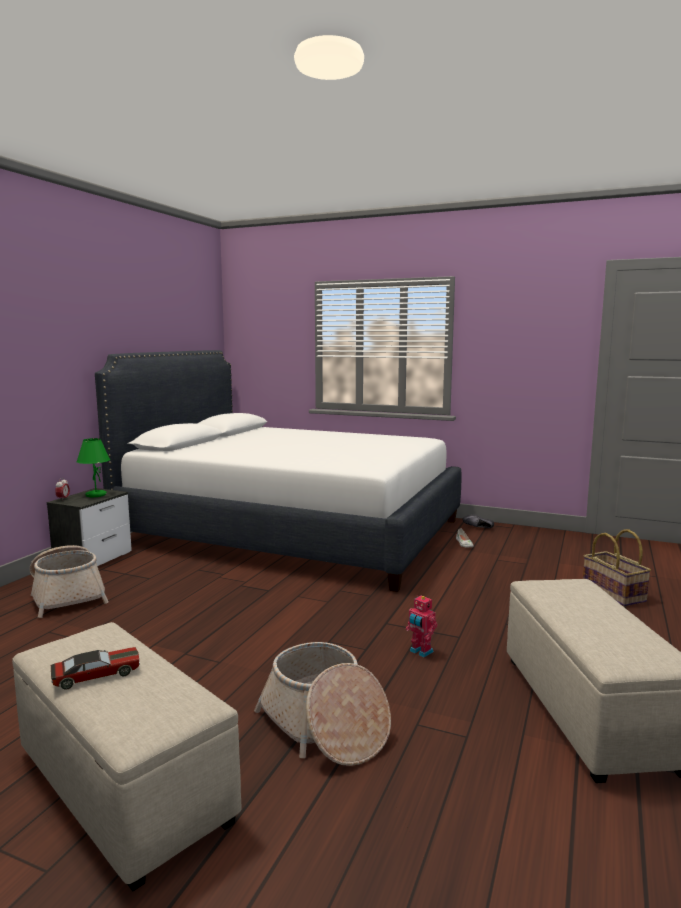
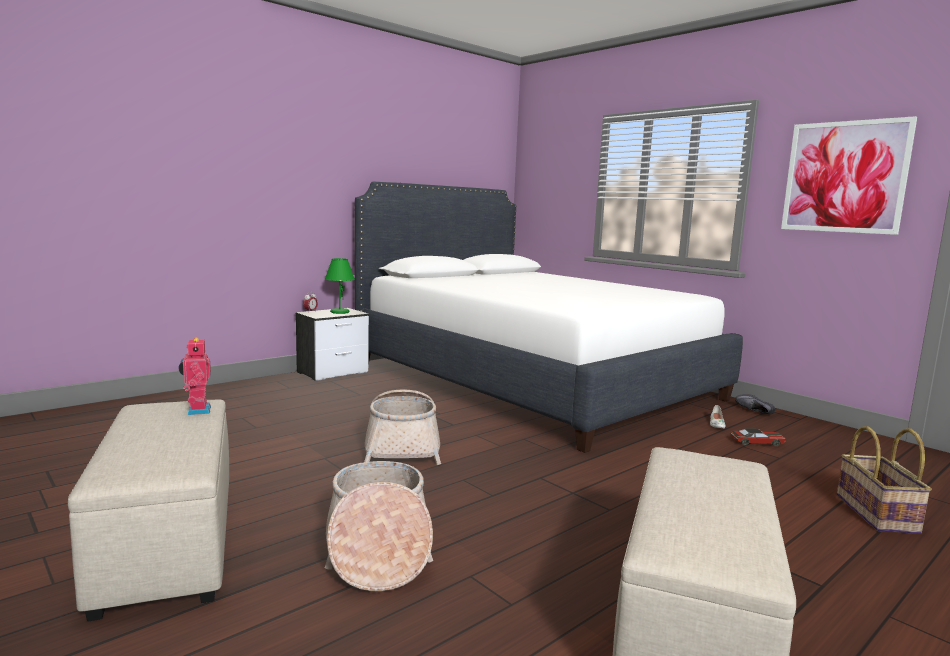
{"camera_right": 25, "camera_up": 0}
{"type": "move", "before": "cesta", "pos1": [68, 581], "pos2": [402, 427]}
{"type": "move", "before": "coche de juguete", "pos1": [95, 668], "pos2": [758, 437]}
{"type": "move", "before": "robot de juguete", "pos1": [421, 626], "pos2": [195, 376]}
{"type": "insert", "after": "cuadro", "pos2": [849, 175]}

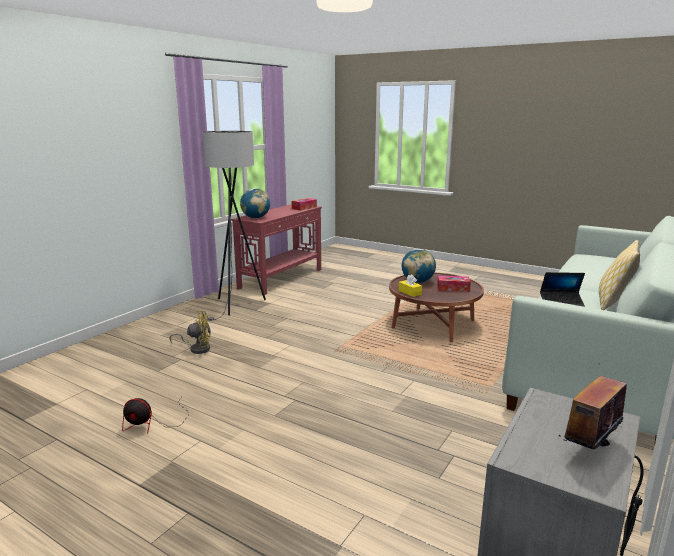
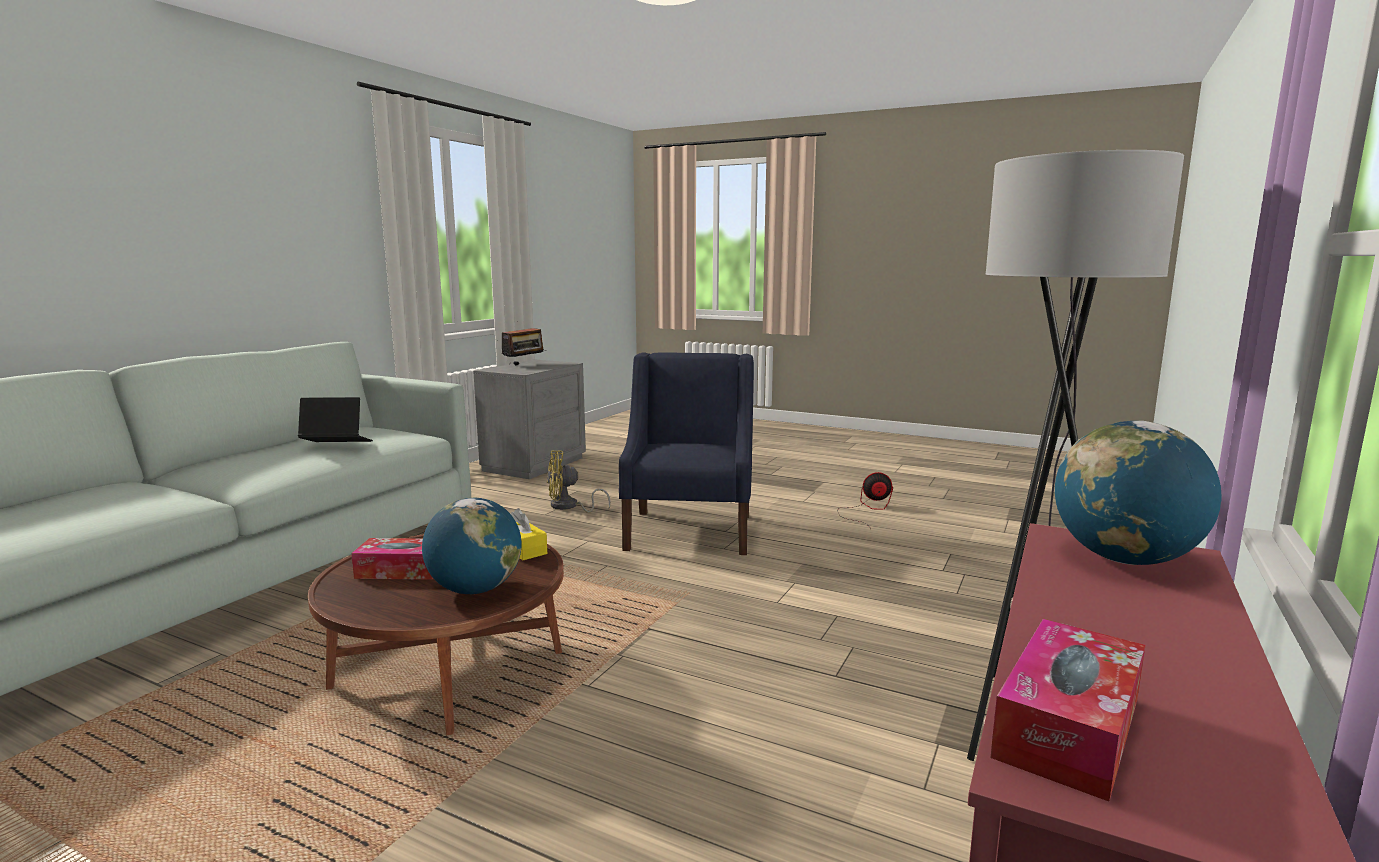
{"camera_right": 175, "camera_up": -5}
{"type": "move", "before": "ventilador/amarillo", "pos1": [190, 332], "pos2": [579, 482]}
{"type": "delete", "before": "cojín", "pos1": [619, 275]}
{"type": "insert", "after": "sillón/azul", "pos2": [686, 453]}

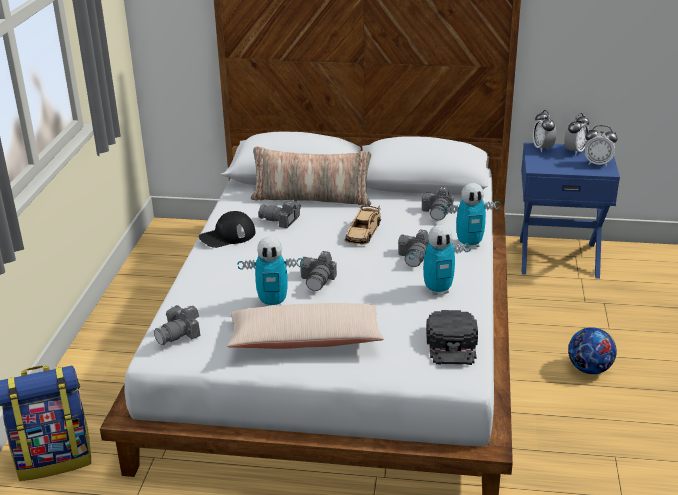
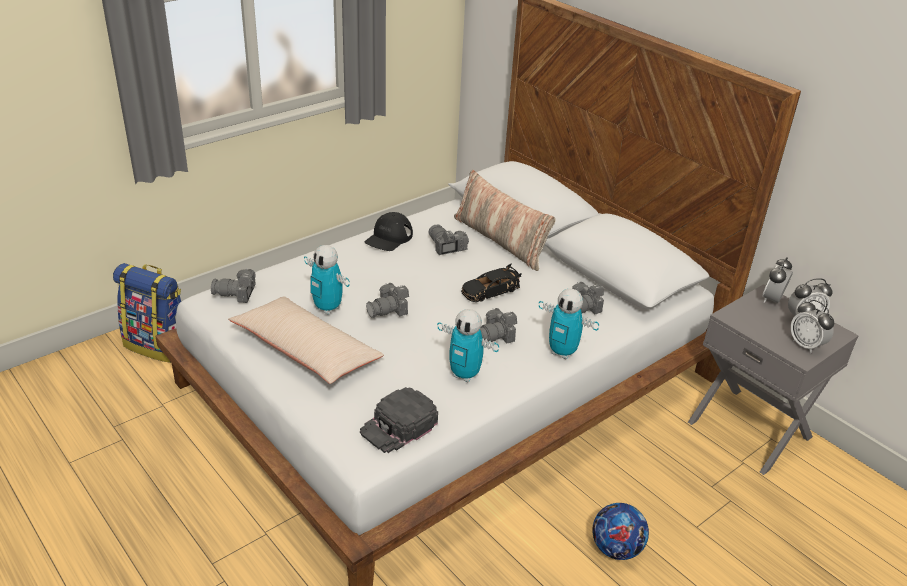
{"camera_right": 40, "camera_up": 5}
{"type": "rotate", "before": "gorra/negro", "pos1": [227, 229], "pos2": [389, 231], "turn": -75}
{"type": "recolor", "before": "coche de juguete/beis", "after": "coche de juguete/negro", "pos1": [363, 224], "pos2": [491, 283]}
{"type": "recolor", "before": "mesita de noche/azul", "after": "mesita de noche/gris", "pos1": [570, 210], "pos2": [773, 379]}

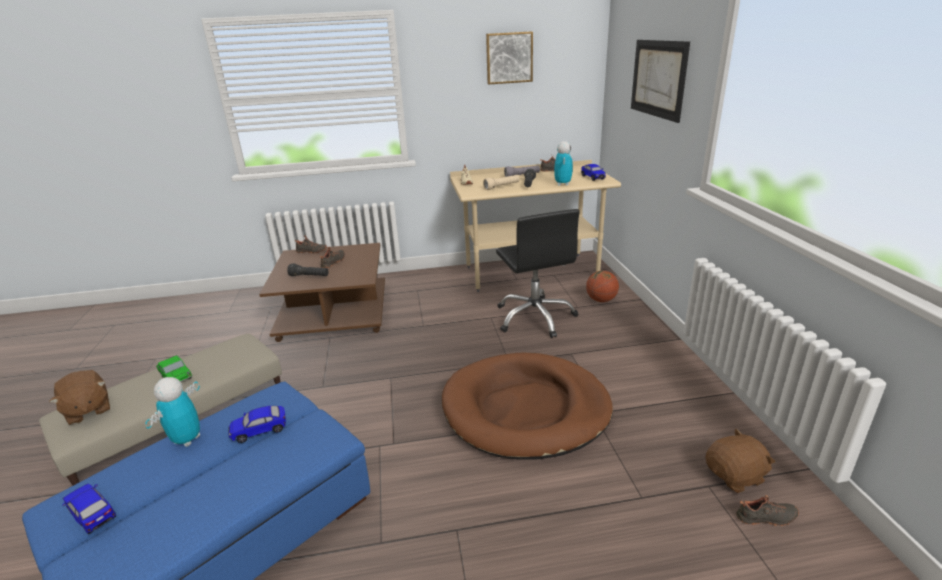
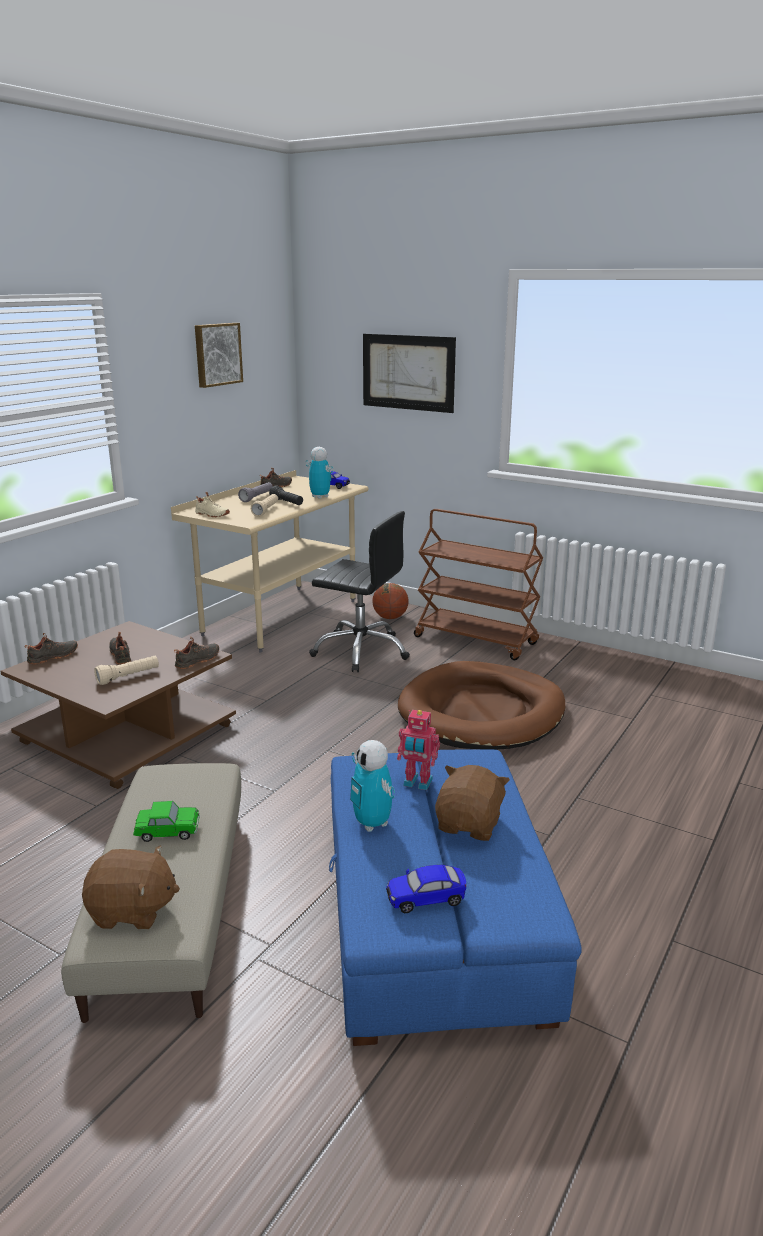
{"camera_right": -50, "camera_up": -5}
{"type": "replace", "before": "coche de juguete", "after": "robot de juguete", "pos1": [257, 424], "pos2": [418, 750]}
{"type": "recolor", "before": "linterna/negro", "after": "linterna/beis", "pos1": [308, 269], "pos2": [126, 670]}
{"type": "move", "before": "peluche/marrón", "pos1": [741, 461], "pos2": [472, 803]}
{"type": "move", "before": "zapato/negro", "pos1": [767, 510], "pos2": [196, 653]}
{"type": "insert", "after": "carrito/marrón", "pos2": [478, 584]}

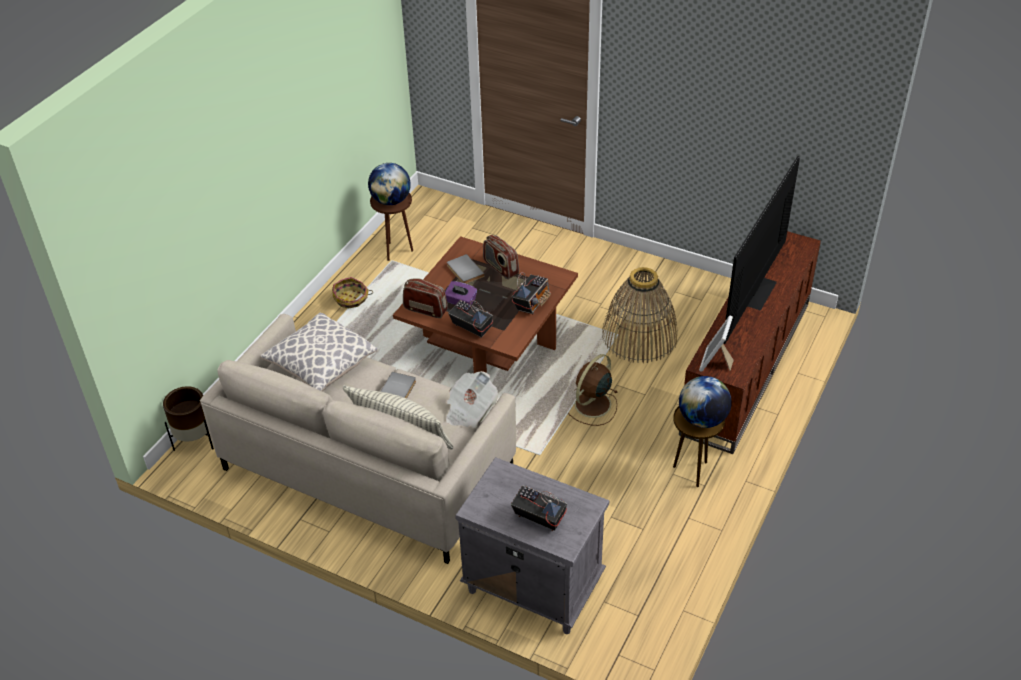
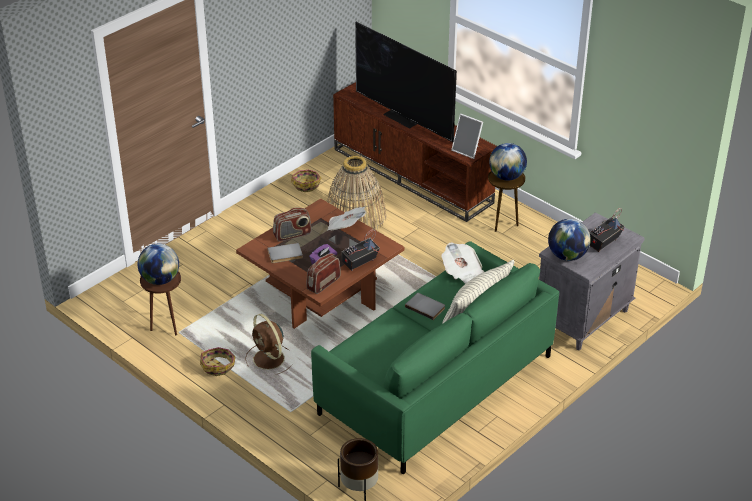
{"camera_right": -75, "camera_up": -5}
{"type": "recolor", "before": "sofá/beis", "after": "sofá/verde", "pos1": [358, 439], "pos2": [435, 358]}
{"type": "delete", "before": "cojín", "pos1": [319, 352]}
{"type": "replace", "before": "radio", "after": "periódico", "pos1": [531, 293], "pos2": [346, 219]}
{"type": "move", "before": "ventilador/marrón", "pos1": [592, 390], "pos2": [268, 344]}
{"type": "insert", "after": "cesta", "pos2": [306, 181]}
{"type": "insert", "after": "globo terráqueo", "pos2": [569, 240]}

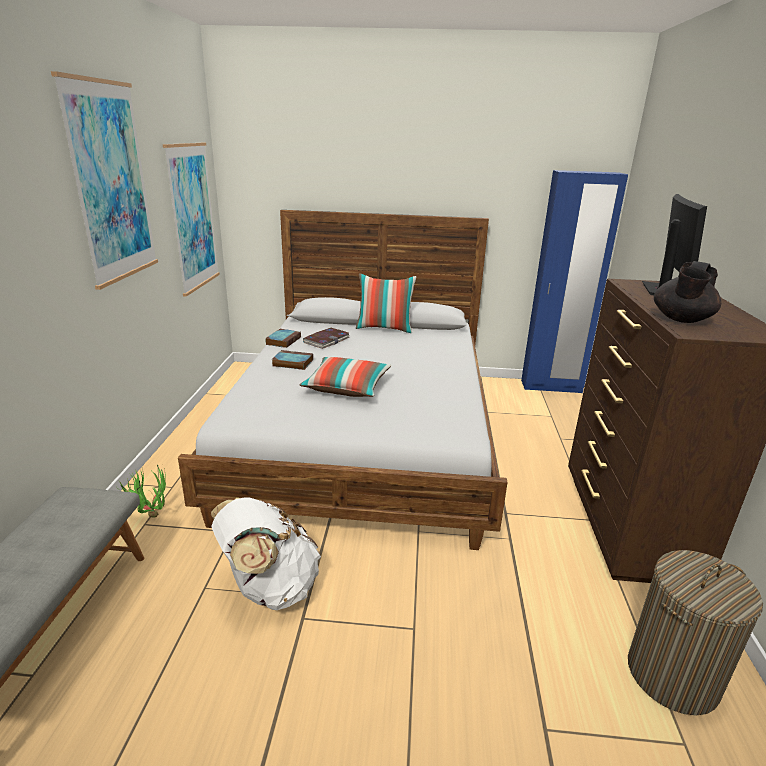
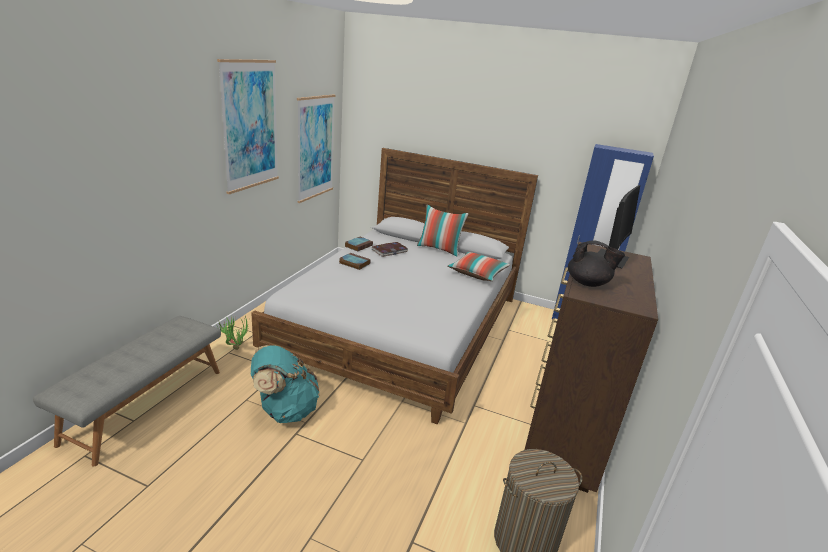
{"camera_right": 15, "camera_up": 0}
{"type": "recolor", "before": "mochila/blanco", "after": "mochila/turquesa", "pos1": [266, 554], "pos2": [285, 384]}
{"type": "move", "before": "cojín", "pos1": [345, 377], "pos2": [478, 266]}
{"type": "rotate", "before": "tetera/negro", "pos1": [687, 292], "pos2": [596, 263], "turn": -120}

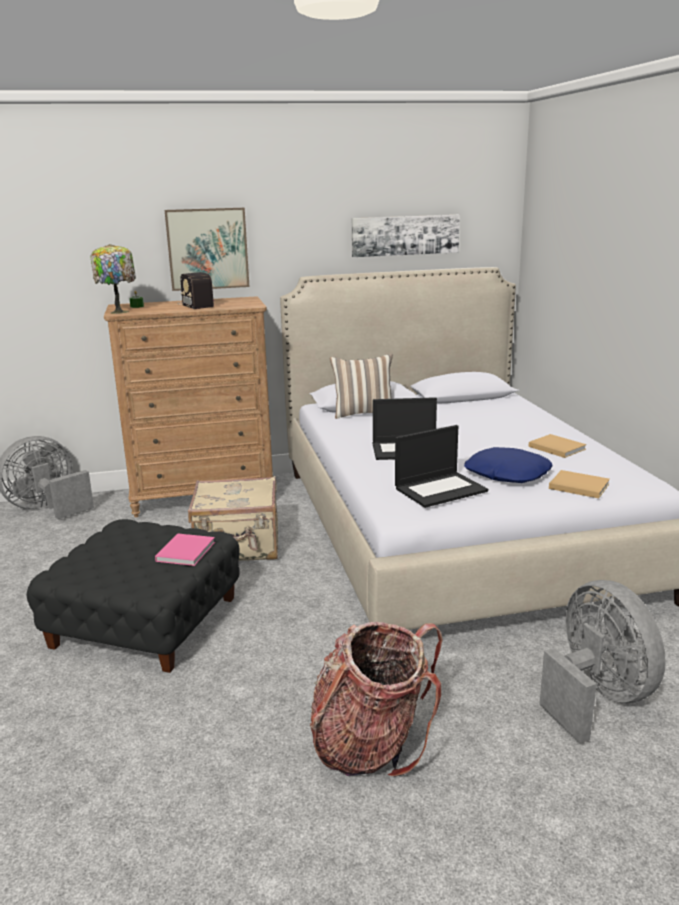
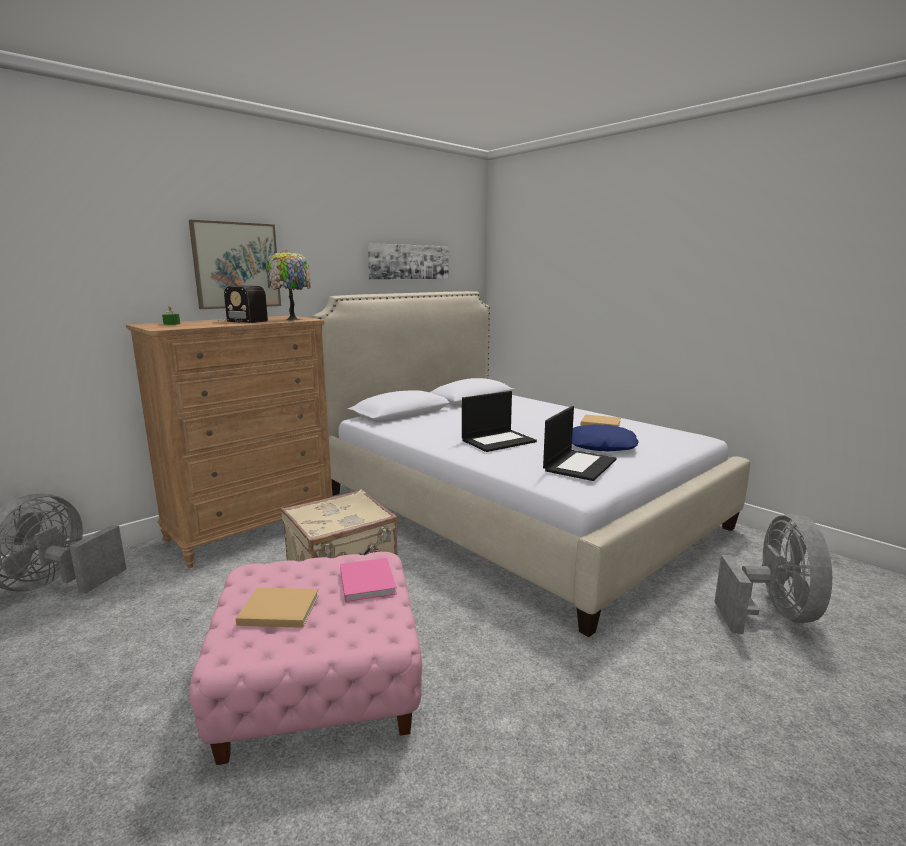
{"camera_right": -30, "camera_up": -5}
{"type": "recolor", "before": "puf/negro", "after": "puf/rosa", "pos1": [133, 596], "pos2": [306, 658]}
{"type": "move", "before": "lámpara de mesa", "pos1": [113, 279], "pos2": [288, 285]}
{"type": "delete", "before": "mochila", "pos1": [376, 699]}
{"type": "delete", "before": "cojín", "pos1": [361, 386]}
{"type": "rotate", "before": "ventilador/gris", "pos1": [602, 662], "pos2": [773, 574], "turn": 60}
{"type": "move", "before": "libro/beis", "pos1": [579, 484], "pos2": [277, 608]}

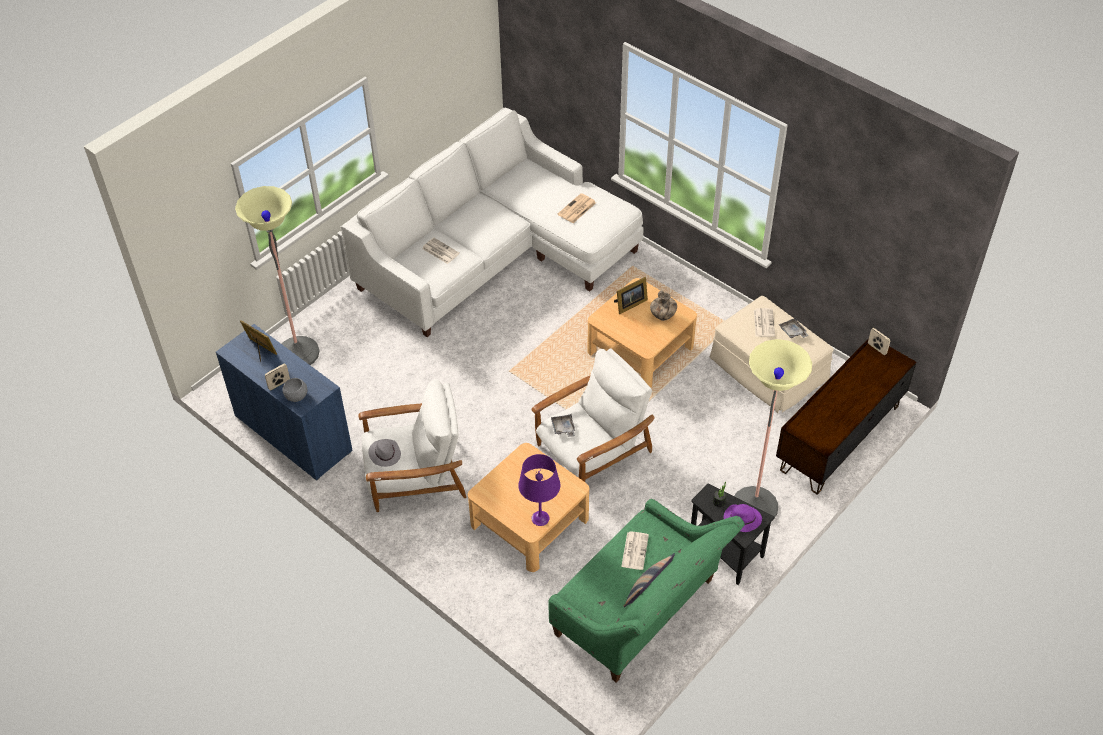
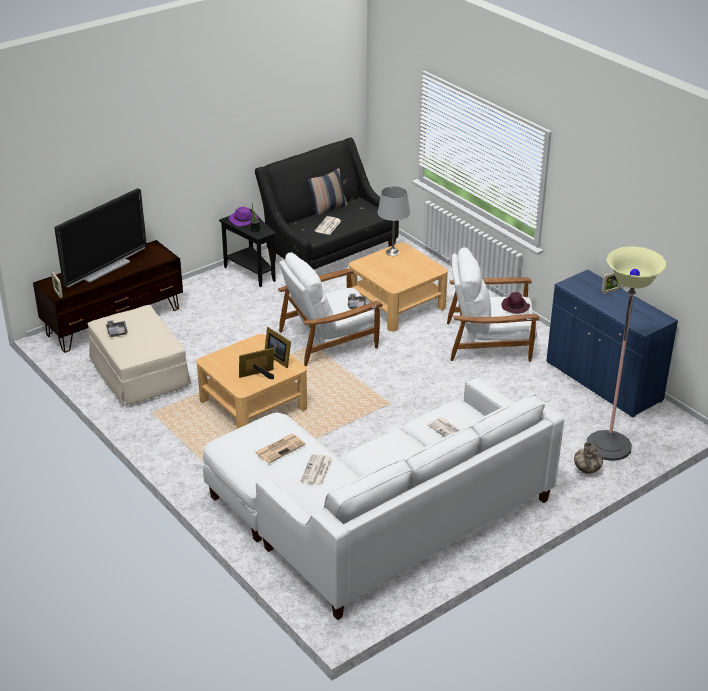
{"camera_right": -170, "camera_up": -15}
{"type": "move", "before": "portarretratos", "pos1": [258, 341], "pos2": [278, 347]}
{"type": "delete", "before": "cuenco/gris", "pos1": [294, 390]}
{"type": "recolor", "before": "sombrero/gris", "after": "sombrero/morado", "pos1": [384, 453], "pos2": [515, 303]}
{"type": "recolor", "before": "lámpara de mesa/morado", "after": "lámpara de mesa/gris", "pos1": [539, 490], "pos2": [393, 221]}
{"type": "recolor", "before": "sofá/verde", "after": "sofá/negro", "pos1": [646, 591], "pos2": [327, 203]}
{"type": "move", "before": "florero", "pos1": [663, 306], "pos2": [588, 458]}
{"type": "delete", "before": "lámpara de pie", "pos1": [773, 429]}
{"type": "move", "before": "periódico", "pos1": [764, 322], "pos2": [316, 469]}
{"type": "insert", "after": "televisor", "pos2": [100, 238]}

